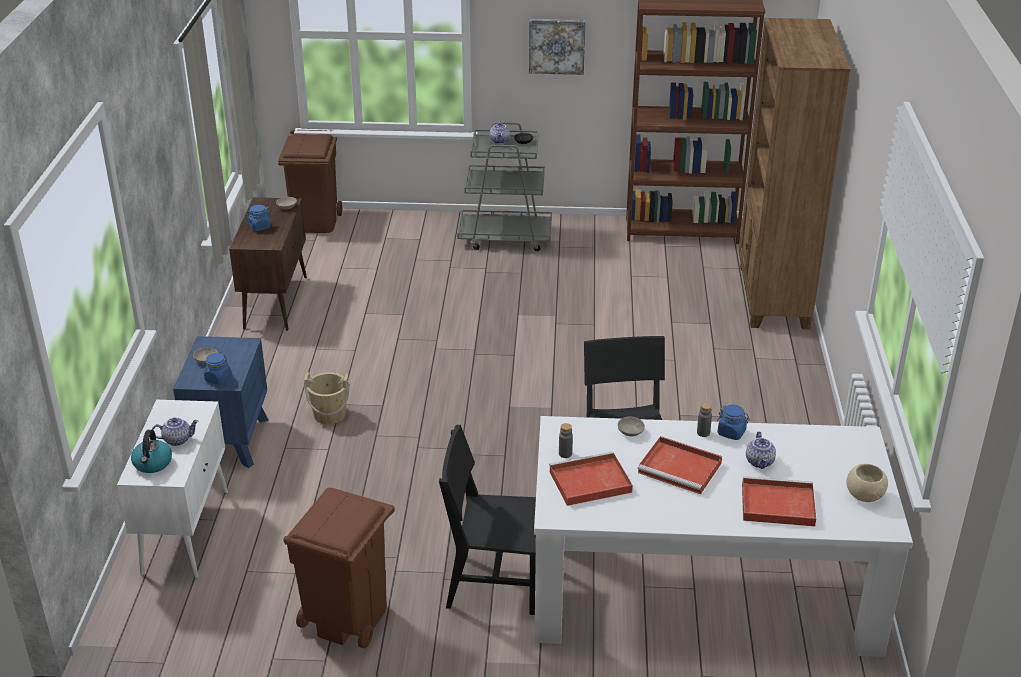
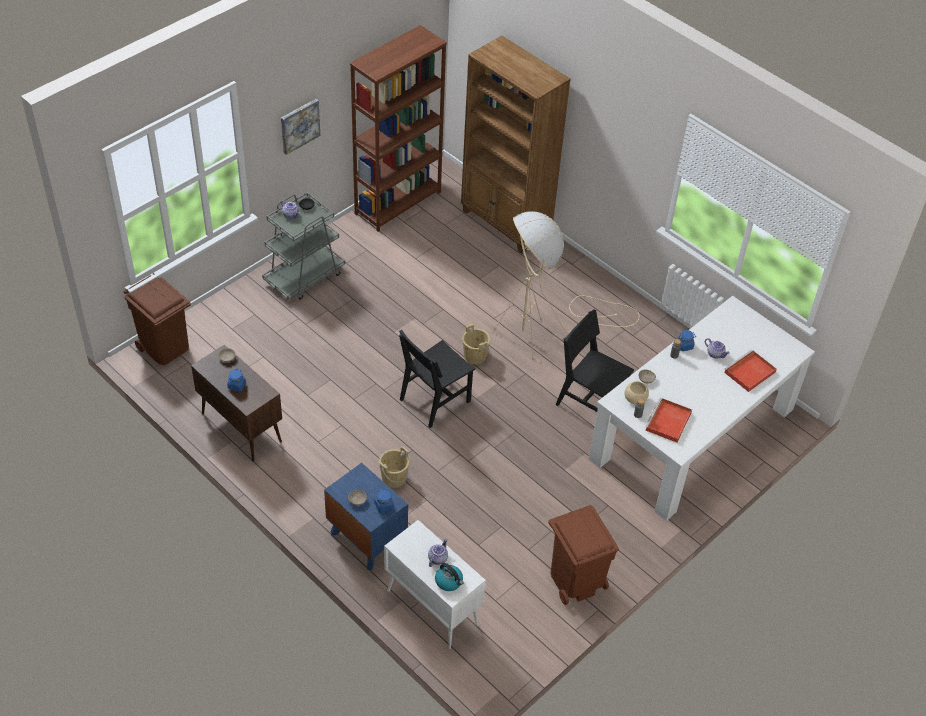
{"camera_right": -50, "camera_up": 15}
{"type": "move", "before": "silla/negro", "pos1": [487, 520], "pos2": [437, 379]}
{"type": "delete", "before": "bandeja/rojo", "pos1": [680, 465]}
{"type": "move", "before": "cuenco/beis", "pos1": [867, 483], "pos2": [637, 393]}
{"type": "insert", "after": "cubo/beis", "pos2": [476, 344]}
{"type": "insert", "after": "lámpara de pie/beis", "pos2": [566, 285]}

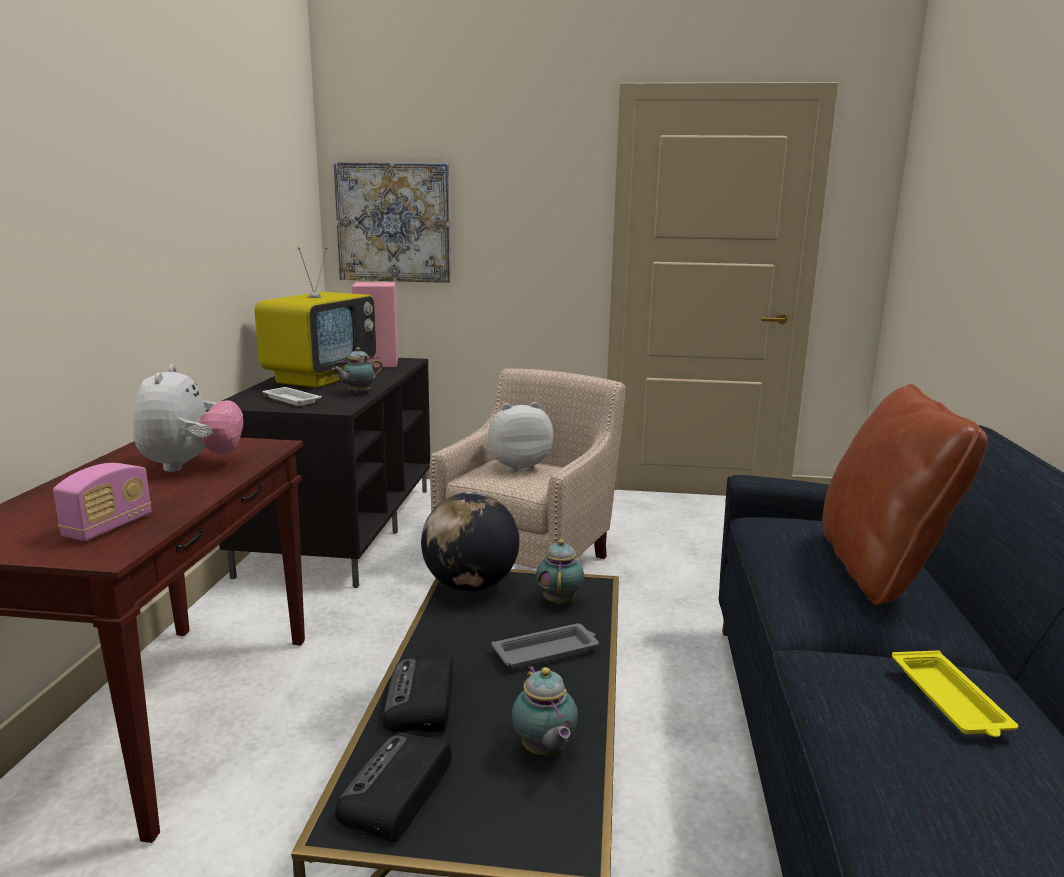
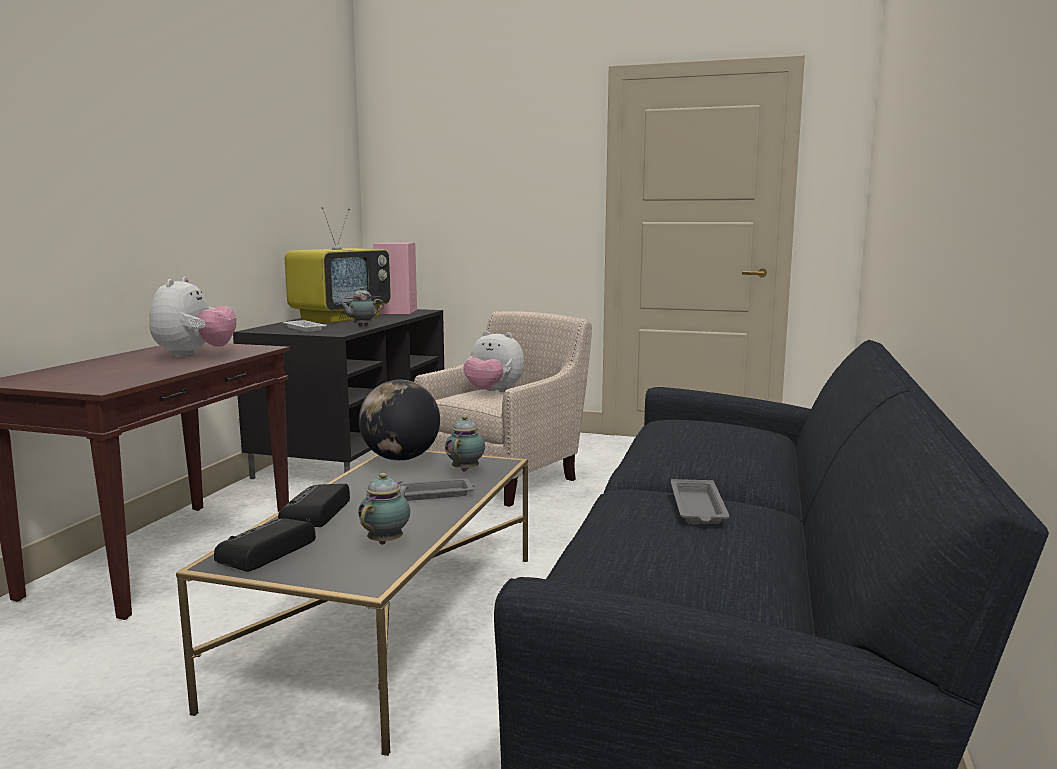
{"camera_right": 10, "camera_up": -5}
{"type": "delete", "before": "radio", "pos1": [102, 502]}
{"type": "delete", "before": "cuadro", "pos1": [392, 222]}
{"type": "rotate", "before": "peluche", "pos1": [520, 437], "pos2": [493, 361], "turn": -150}
{"type": "rotate", "before": "tetera", "pos1": [545, 710], "pos2": [384, 509], "turn": -150}
{"type": "delete", "before": "cojín/marrón", "pos1": [905, 494]}
{"type": "recolor", "before": "bandeja/amarillo", "after": "bandeja/gris", "pos1": [955, 694], "pos2": [700, 501]}

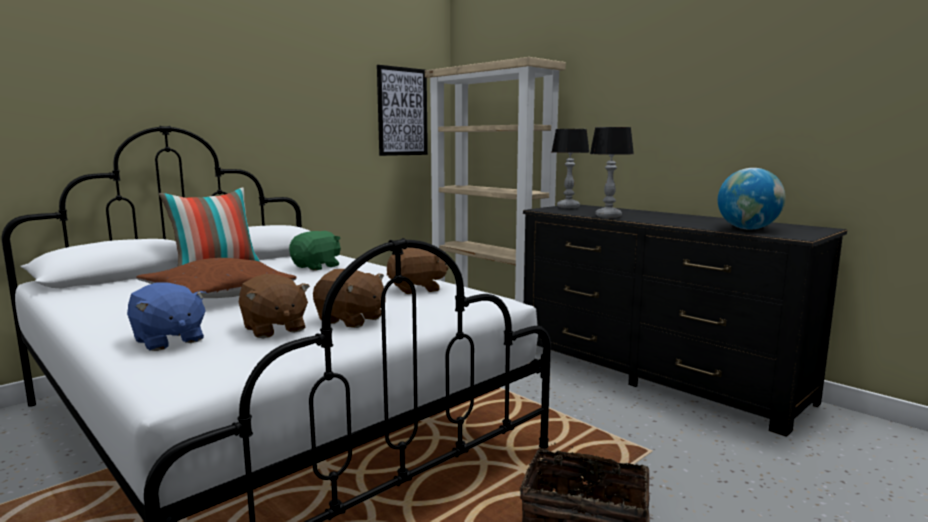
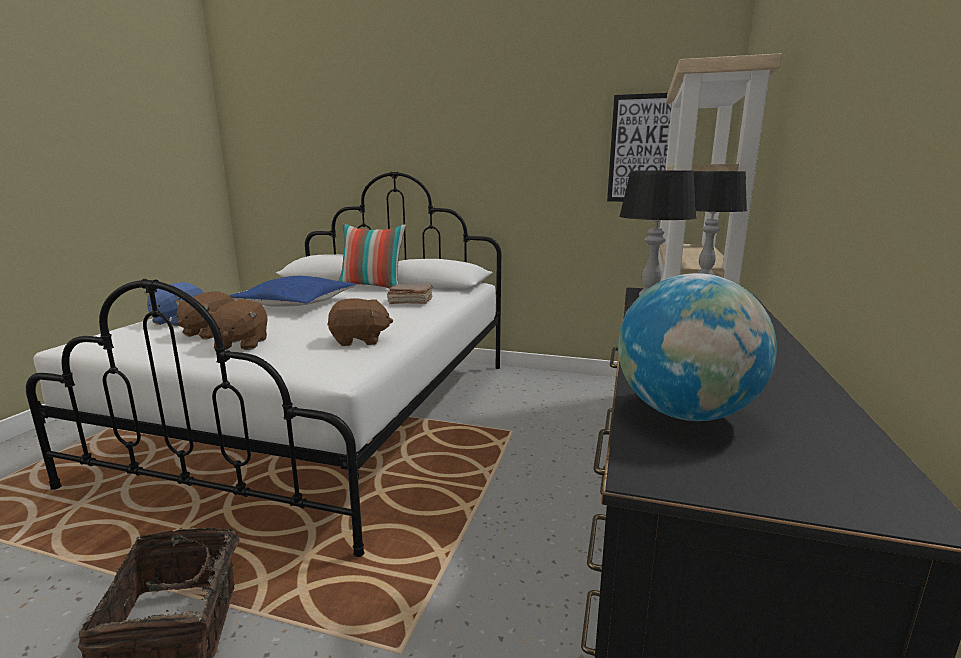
{"camera_right": 60, "camera_up": 5}
{"type": "recolor", "before": "cojín/marrón", "after": "cojín/azul", "pos1": [216, 278], "pos2": [292, 291]}
{"type": "replace", "before": "peluche/verde", "after": "libro/marrón", "pos1": [315, 251], "pos2": [410, 294]}
{"type": "rotate", "before": "peluche/marrón", "pos1": [417, 271], "pos2": [360, 322], "turn": -45}

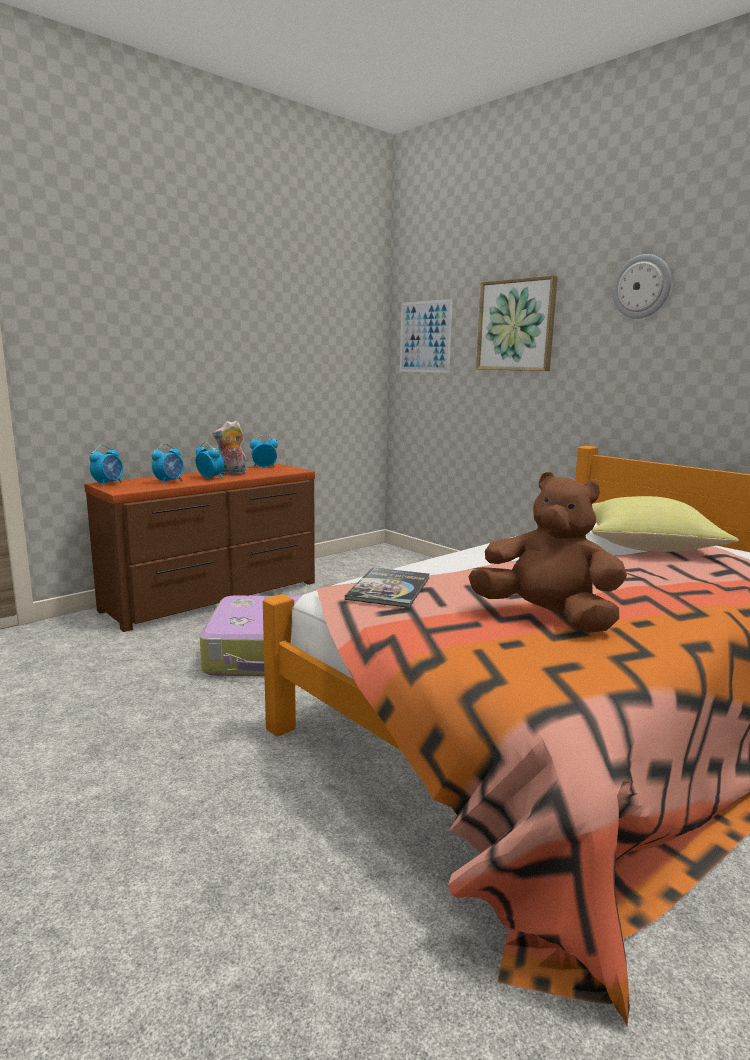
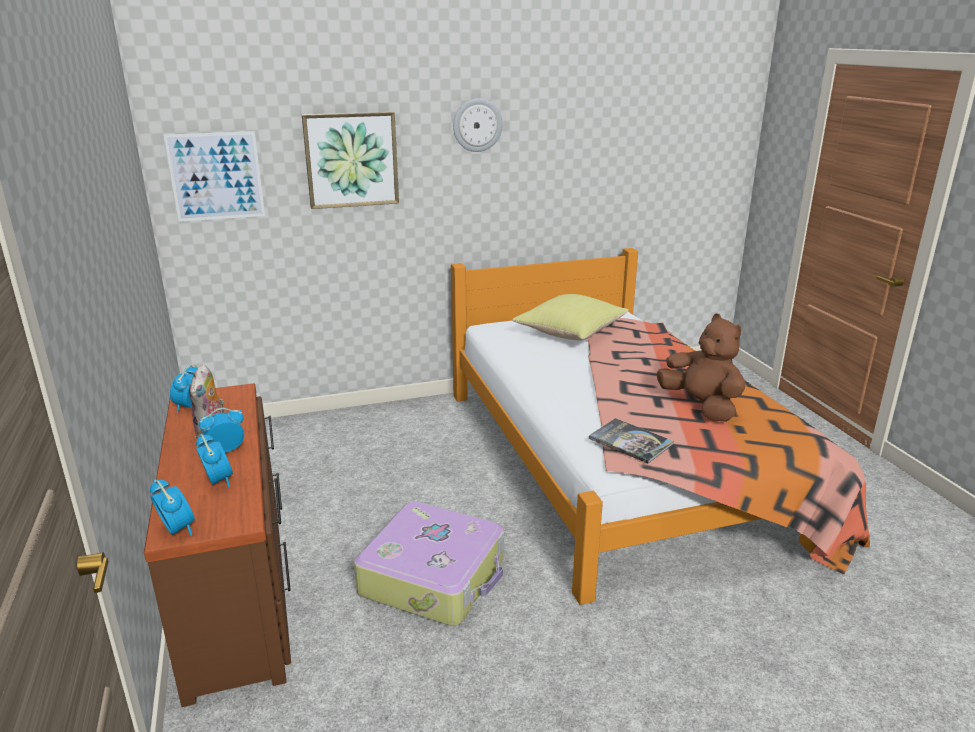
{"camera_right": -65, "camera_up": 10}
{"type": "rotate", "before": "peluche/marrón", "pos1": [547, 552], "pos2": [701, 367], "turn": 90}

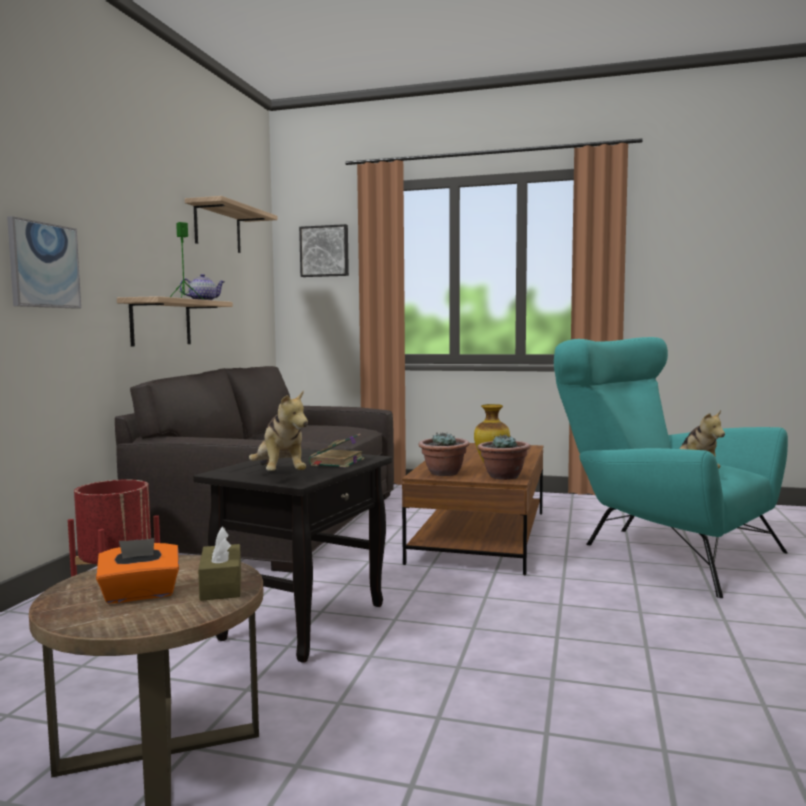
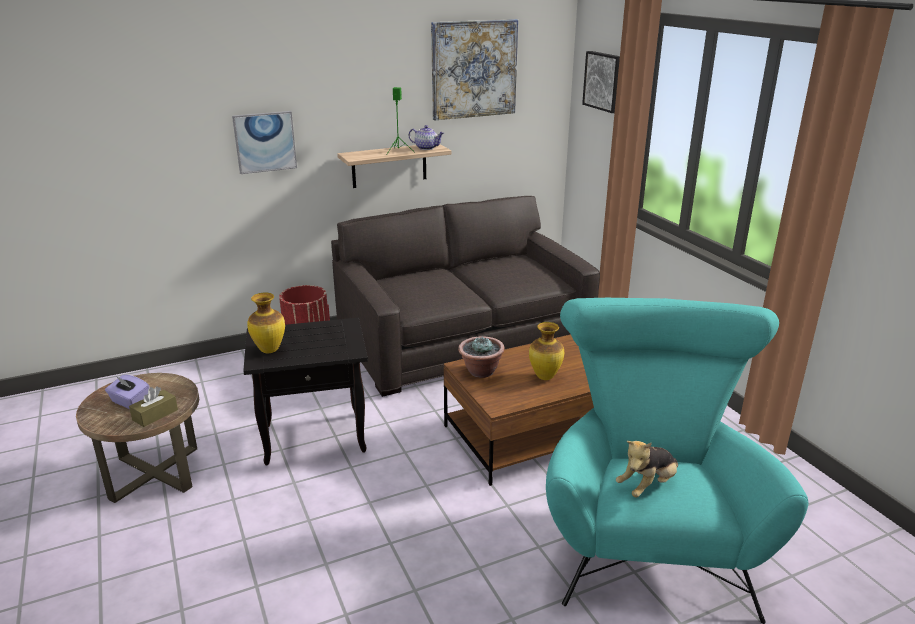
{"camera_right": 50, "camera_up": 20}
{"type": "recolor", "before": "caja de pañuelos/naranja", "after": "caja de pañuelos/morado", "pos1": [137, 571], "pos2": [127, 392]}
{"type": "replace", "before": "estante", "after": "cuadro", "pos1": [231, 224], "pos2": [474, 69]}
{"type": "replace", "before": "peluche", "after": "florero", "pos1": [278, 431], "pos2": [266, 322]}
{"type": "delete", "before": "libro", "pos1": [336, 450]}
{"type": "delete", "before": "planta en maceta", "pos1": [503, 457]}

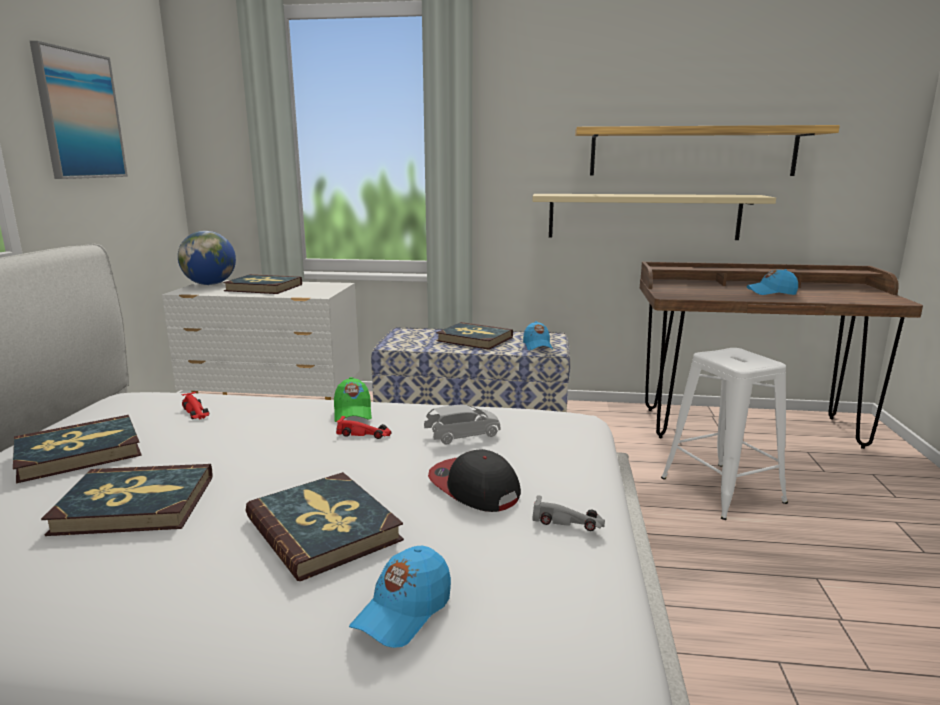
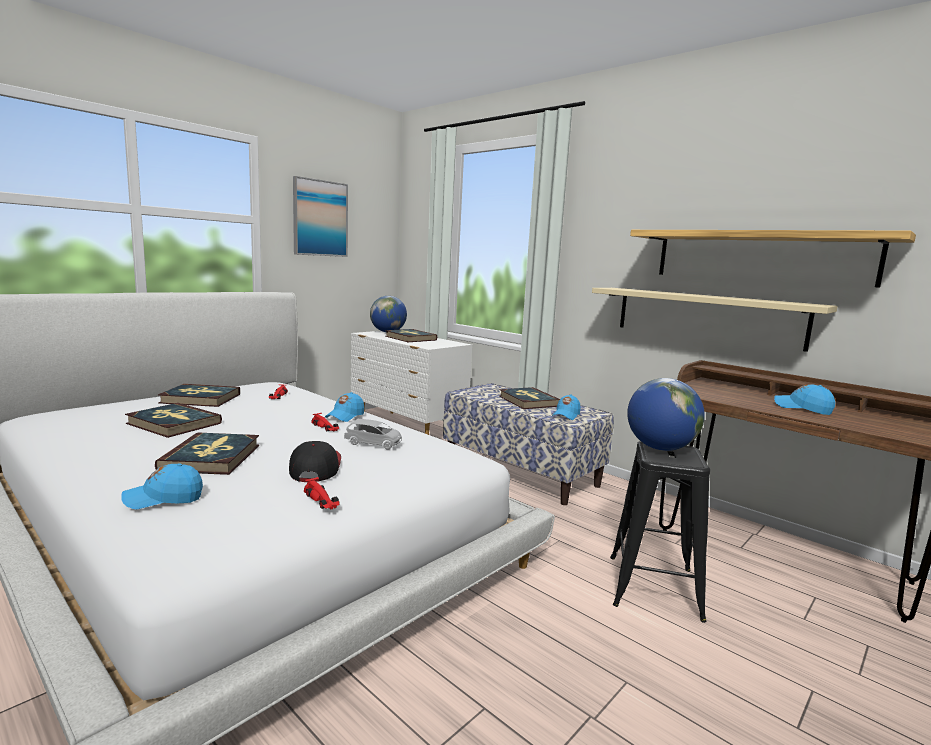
{"camera_right": 35, "camera_up": -5}
{"type": "recolor", "before": "gorra/verde", "after": "gorra/azul", "pos1": [353, 399], "pos2": [344, 407]}
{"type": "recolor", "before": "coche de juguete/gris", "after": "coche de juguete/rojo", "pos1": [568, 513], "pos2": [322, 493]}
{"type": "recolor", "before": "taburete/blanco", "after": "taburete/negro", "pos1": [724, 434], "pos2": [660, 532]}
{"type": "insert", "after": "globo terráqueo", "pos2": [666, 414]}

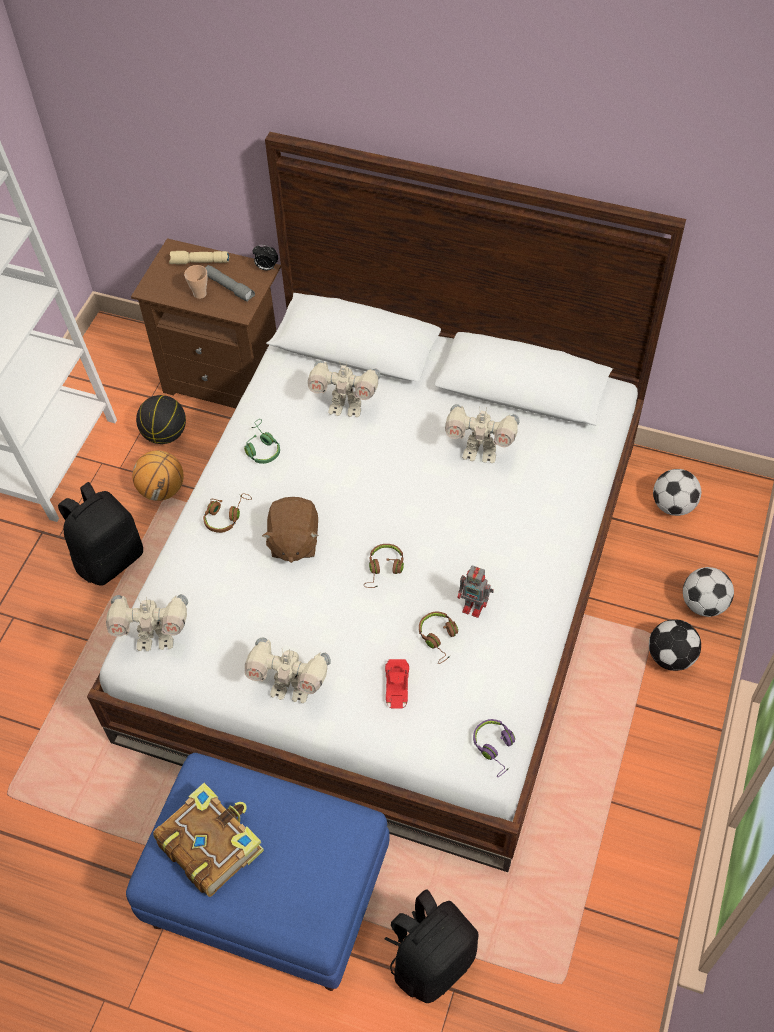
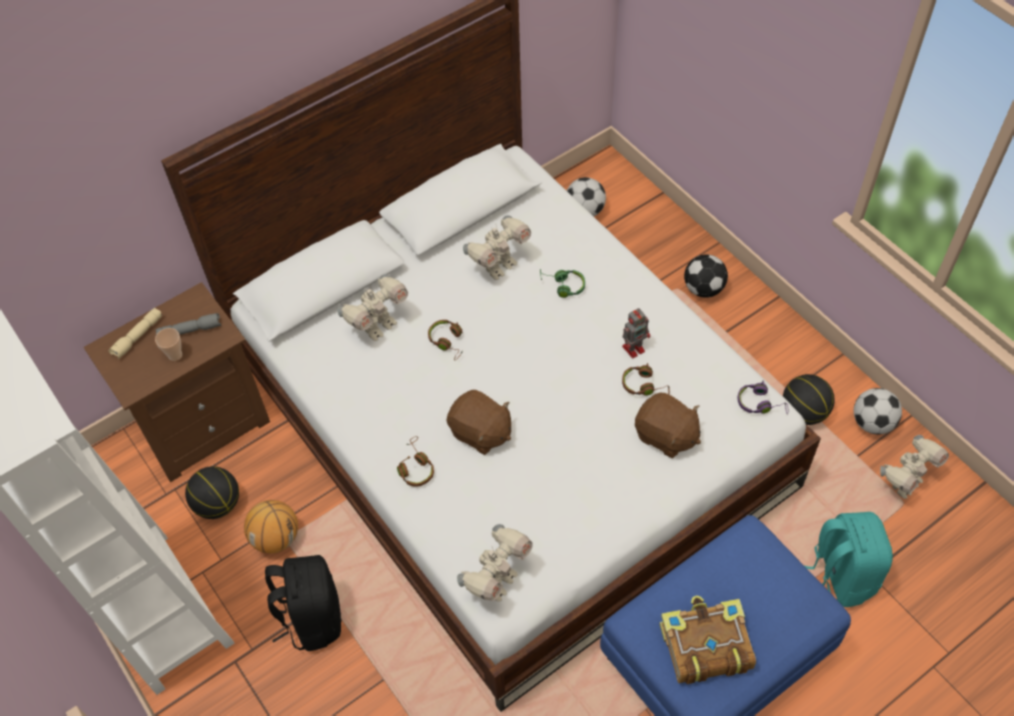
{"camera_right": -55, "camera_up": 0}
{"type": "move", "before": "auriculares/verde", "pos1": [262, 441], "pos2": [562, 283]}
{"type": "move", "before": "robot de juguete", "pos1": [288, 670], "pos2": [914, 467]}
{"type": "delete", "before": "despertador", "pos1": [265, 257]}
{"type": "move", "before": "auriculares/marrón", "pos1": [384, 566], "pos2": [445, 340]}
{"type": "recolor", "before": "mochila/negro", "after": "mochila/turquesa", "pos1": [431, 946], "pos2": [849, 559]}
{"type": "replace", "before": "coche de juguete/rojo", "after": "peluche/marrón", "pos1": [397, 684], "pos2": [668, 425]}
{"type": "move", "before": "balón de fútbol", "pos1": [708, 592], "pos2": [878, 411]}
{"type": "insert", "after": "balón de baloncesto", "pos2": [809, 399]}

